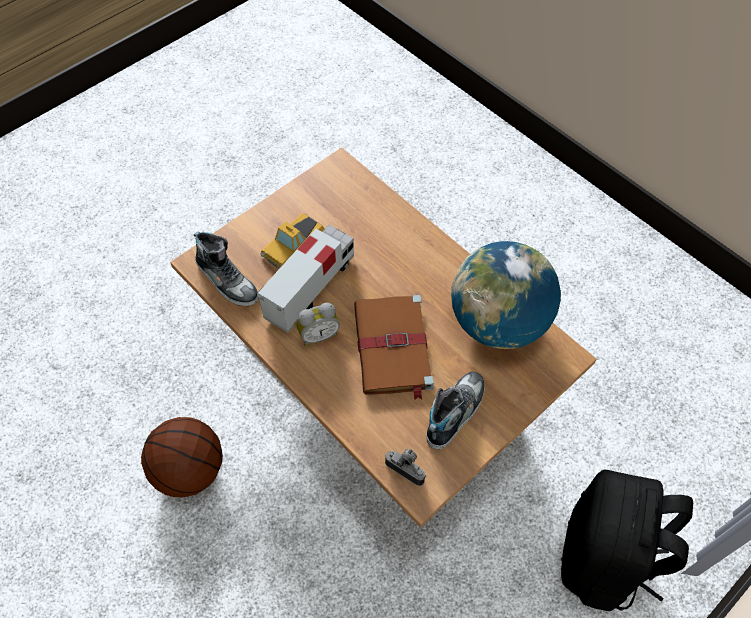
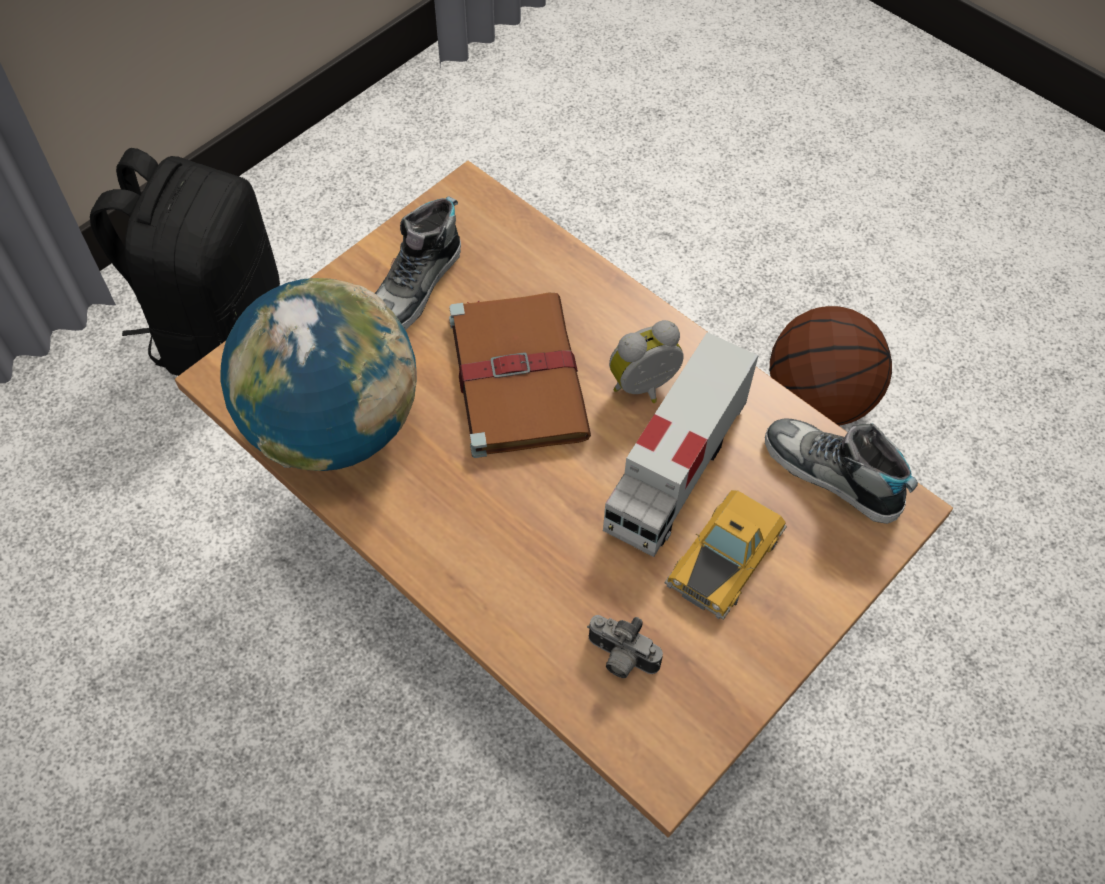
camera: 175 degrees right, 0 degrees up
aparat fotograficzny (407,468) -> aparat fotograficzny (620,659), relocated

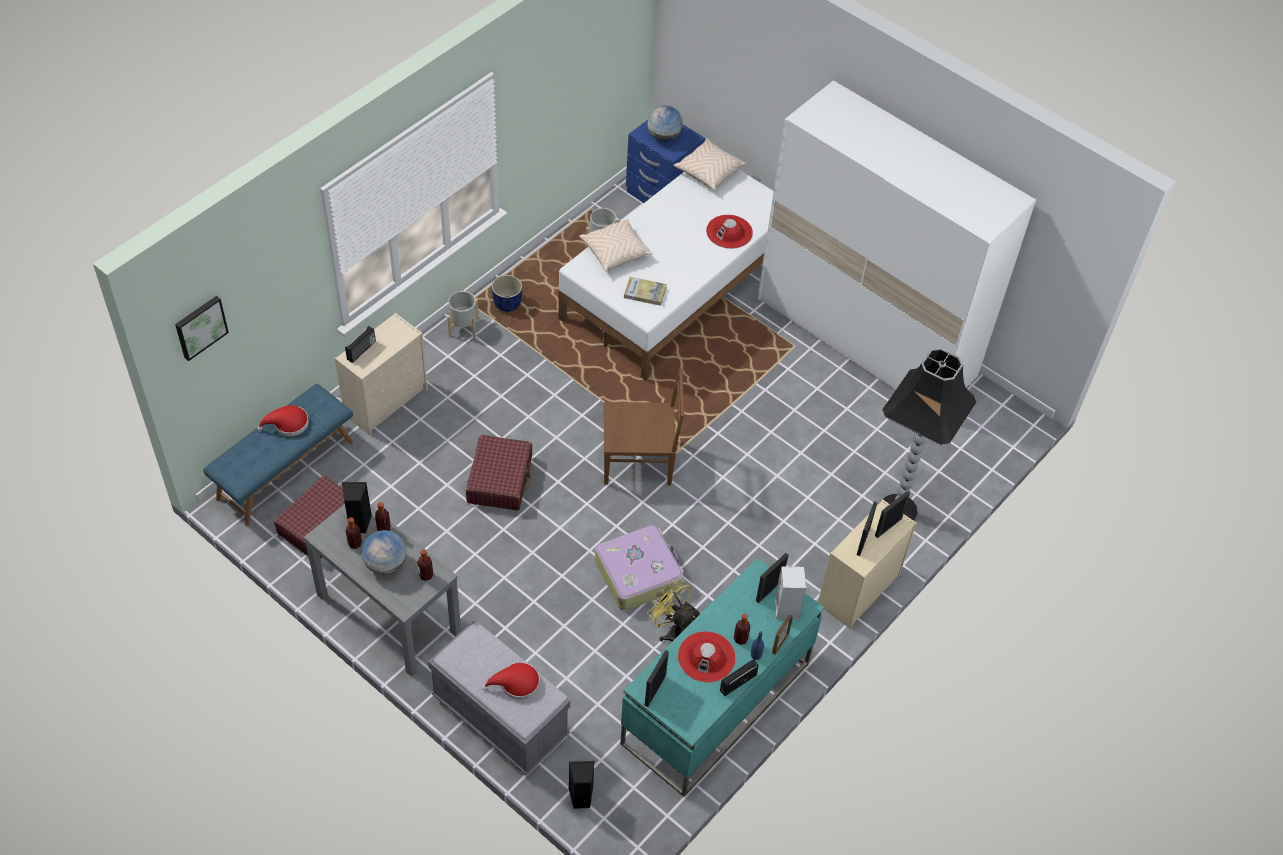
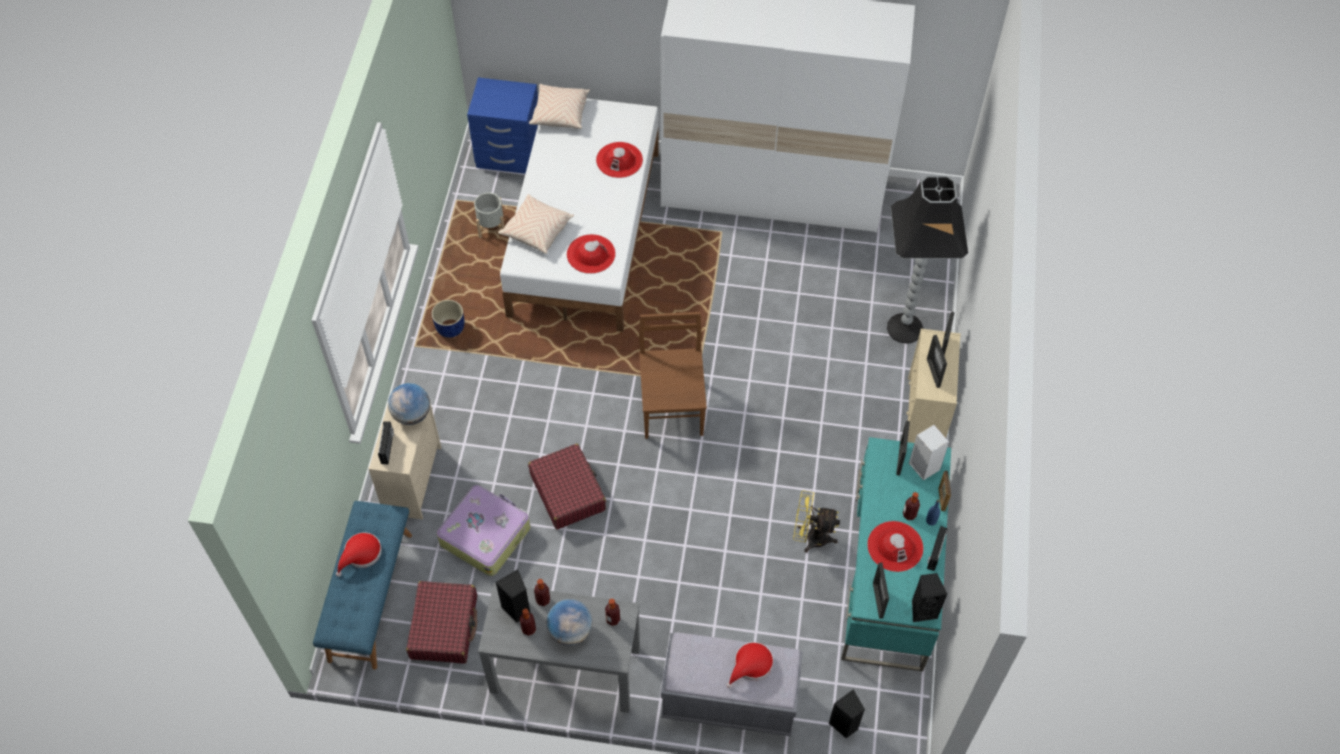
camera: 30 degrees left, 5 degrees up
globus (664,137) -> globus (412,414), relocated
walizka (638,573) -> walizka (485,534), relocated
książka (645,292) -> kapelusz [czerwony] (591,254)
krzesło [brązowy] (639,461) -> krzesło [brązowy] (672,406), 60 degrees counterclockwise
none -> głośnik [czarny] (923,610)
obraz (200,326) -> none
donica [szary] (463,327) -> none

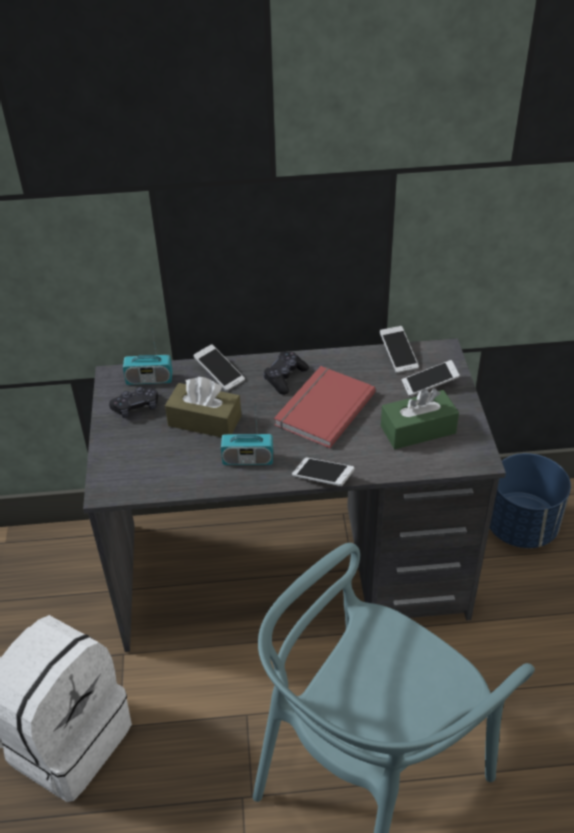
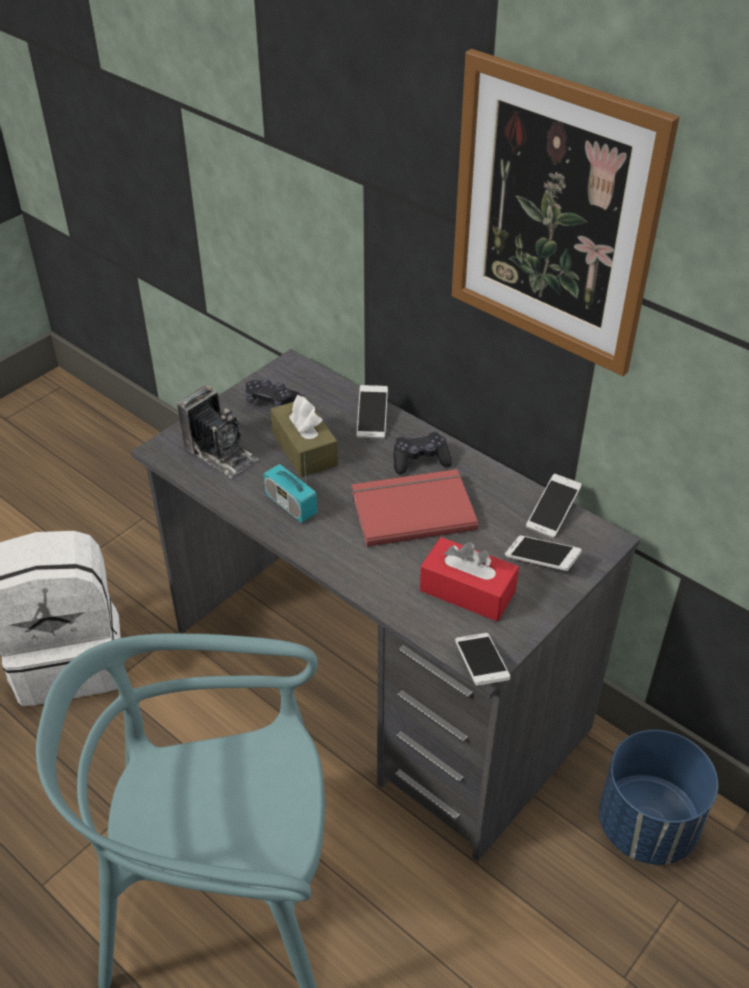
camera: 45 degrees right, 0 degrees up
none -> aparat fotograficzny (220,453)
pudełko chusteczek [zielony] (418,430) -> pudełko chusteczek [czerwony] (467,591)
none -> obraz (553,216)
telefon (323,478) -> telefon (481,666), relocated
radio (149,379) -> none

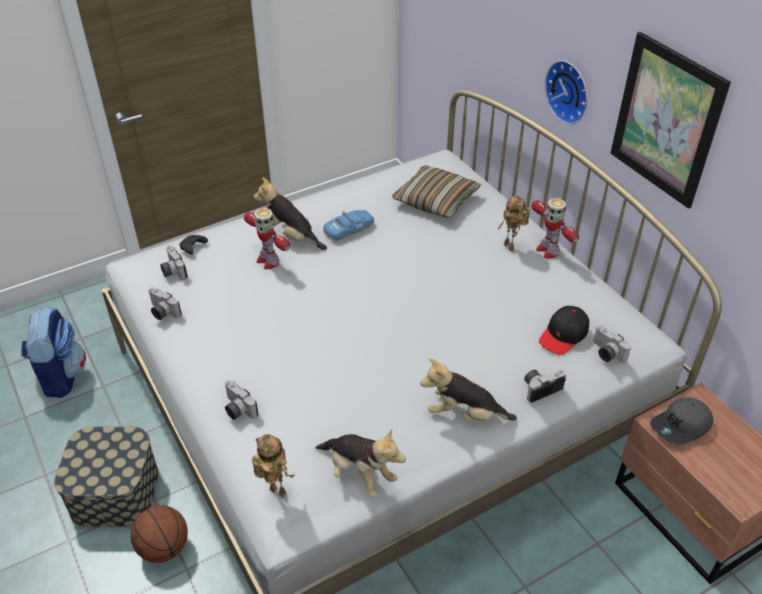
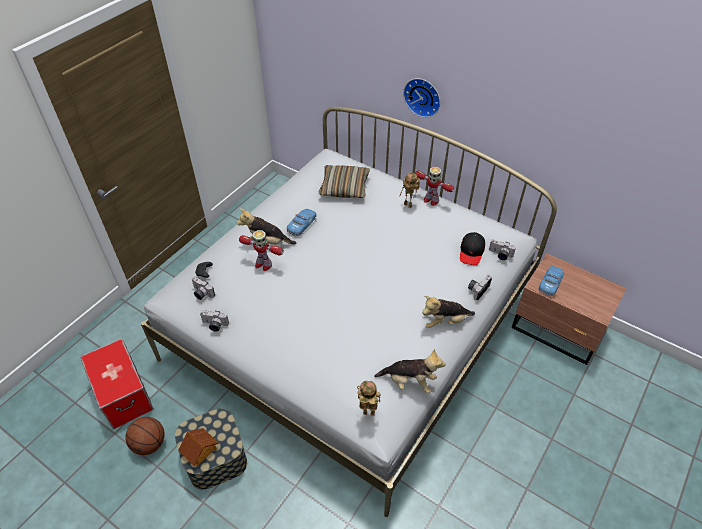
camera: 25 degrees left, 5 degrees up
plecak (61,376) -> pojemnik do przechowywania (123,394)
piłka do koszykówki (164,548) -> piłka do koszykówki (150,444), relocated
none -> domek (200,450)
czapka z daszkiem [szary] (681,426) -> samochodzik (550,283)
aparat fotograficzny (237,409) -> none
obraz (666,120) -> none

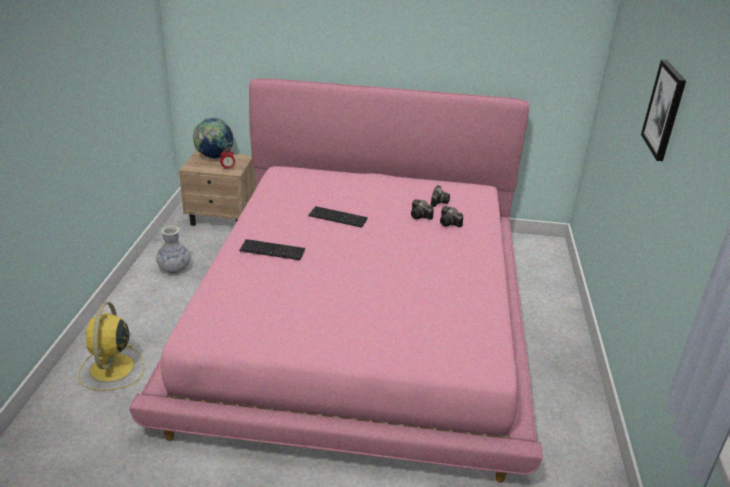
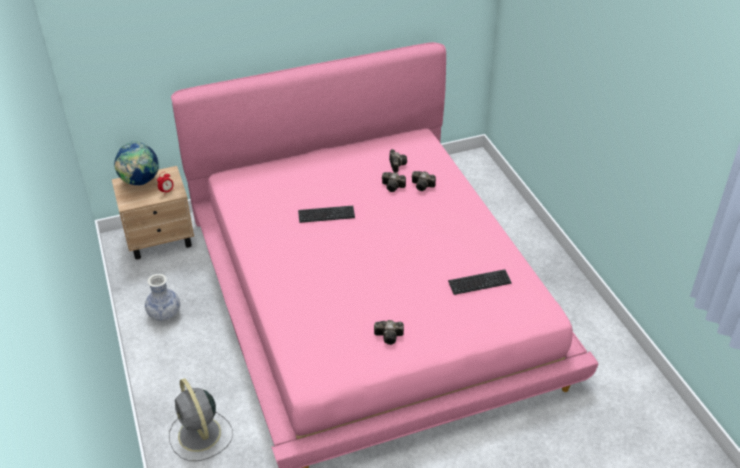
camera: 25 degrees left, 10 degrees up
wentylator [żółty] (111,369) -> wentylator [szary] (200,435)
none -> aparat fotograficzny (390,336)
klawiatura (272,251) -> klawiatura (479,283), relocated
obraz (664,109) -> none

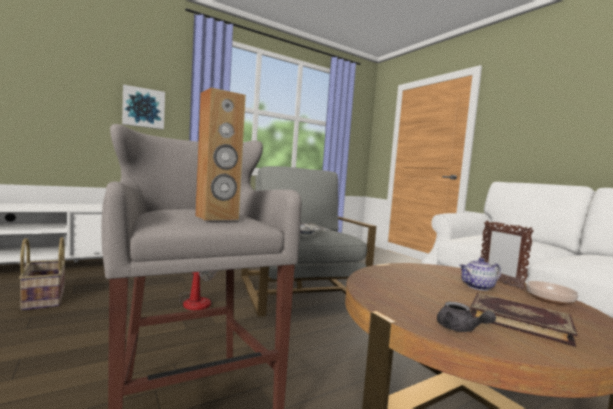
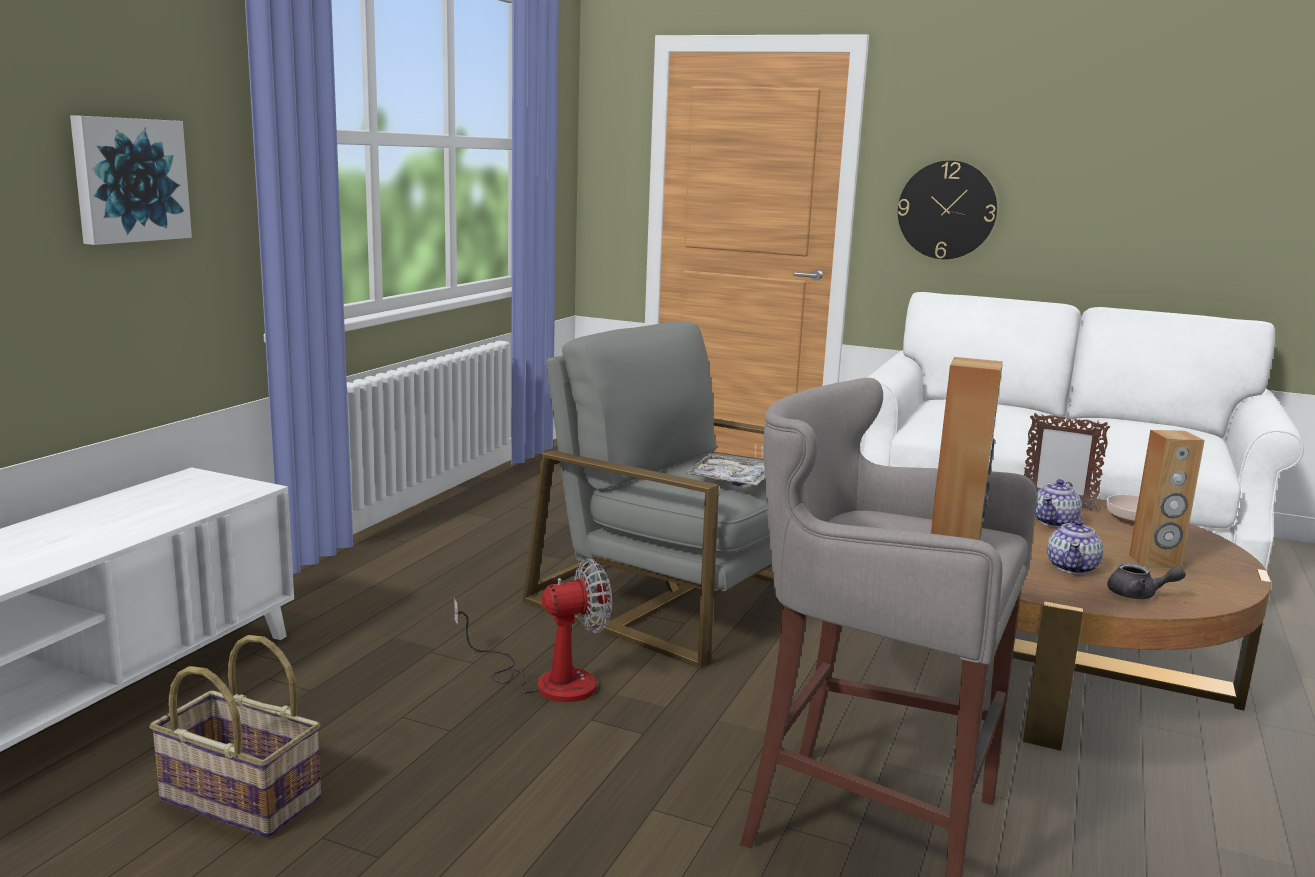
camera: 35 degrees left, 10 degrees up
none -> zegar ścienny (947,210)
none -> imbryk (1072,567)
książka (519,320) -> głośnik [brązowy] (1155,562)

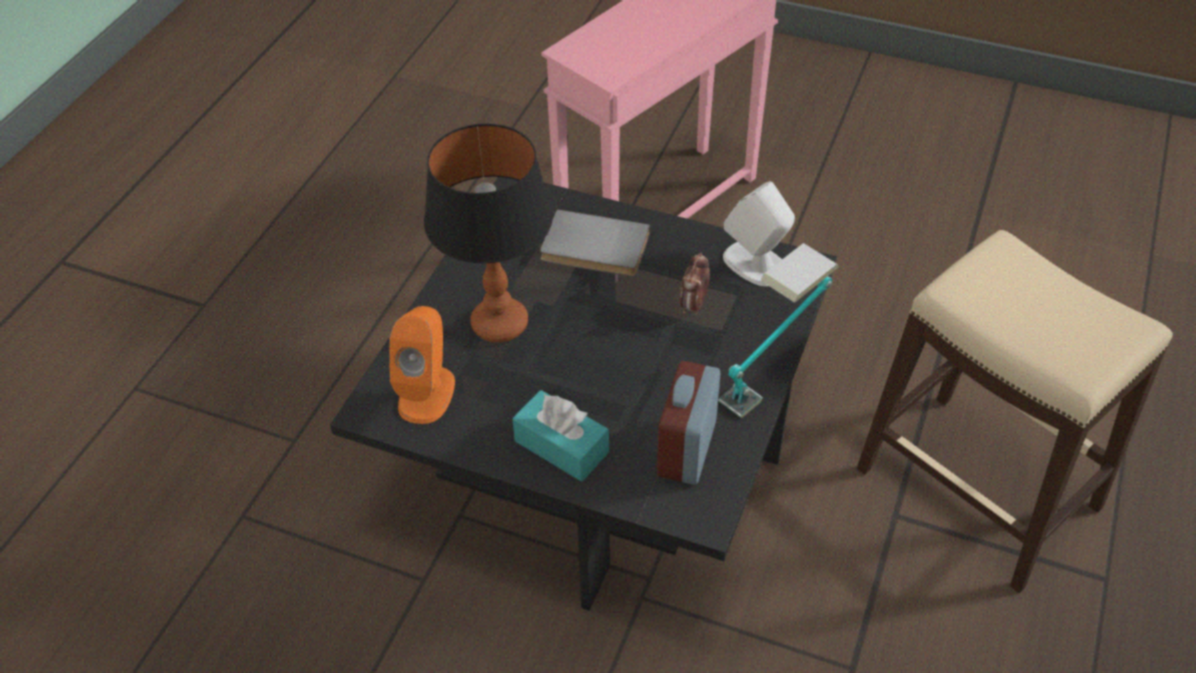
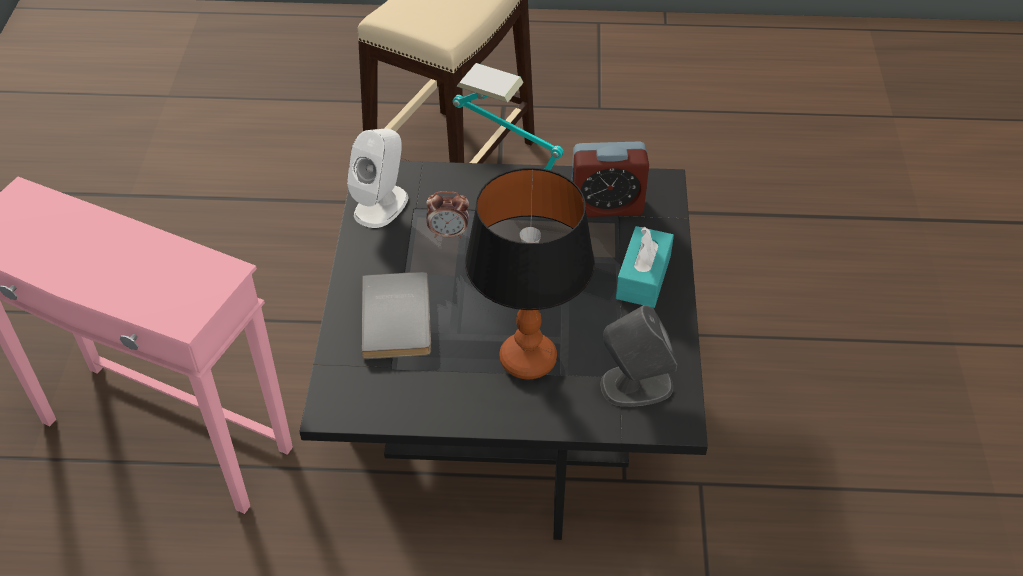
camera: 110 degrees left, 0 degrees up
głośnik [pomarańczowy] (426,393) -> głośnik [szary] (635,385)

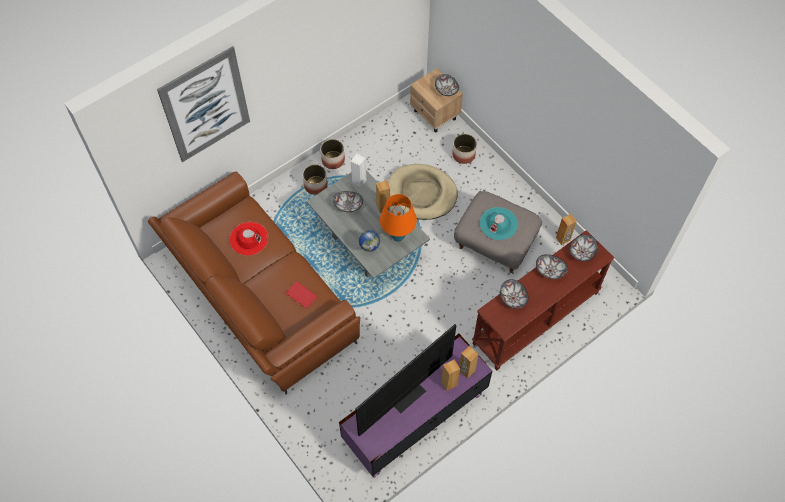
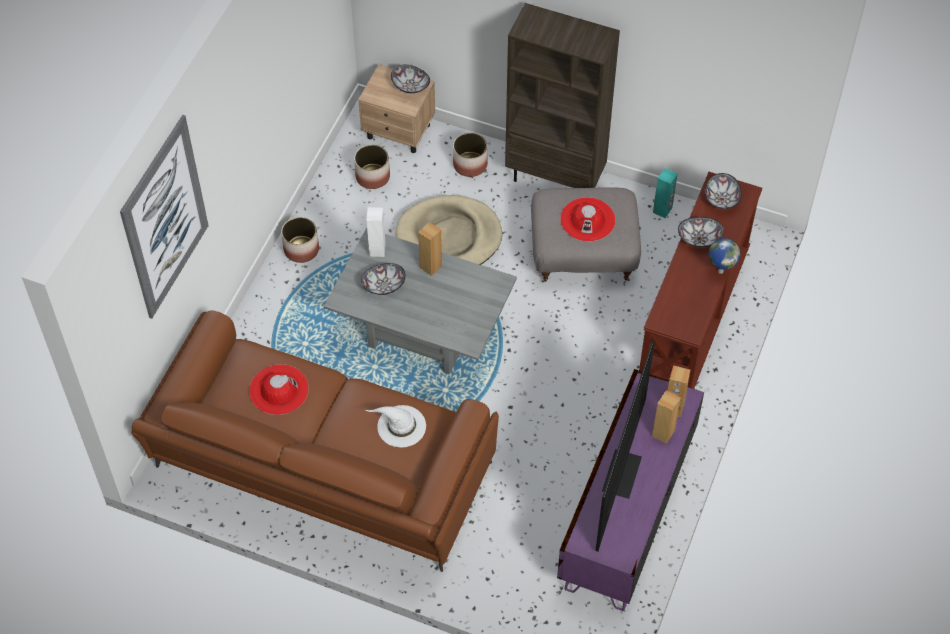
camera: 30 degrees left, 5 degrees down
donica (316,185) -> donica (372,176), relocated
książka [czerwony] (301,296) -> kapelusz [biały] (400,426)
none -> regał [brązowy] (556,178)
kapelusz [turkusowy] (498,223) -> kapelusz [czerwony] (587,219)
głośnik [brązowy] (563,239) -> głośnik [turkusowy] (662,210)
globus (370,250) -> globus (720,271), relocated
lampa stołowa [pomarańczowy] (398,236) -> none
miska (513,298) -> none

